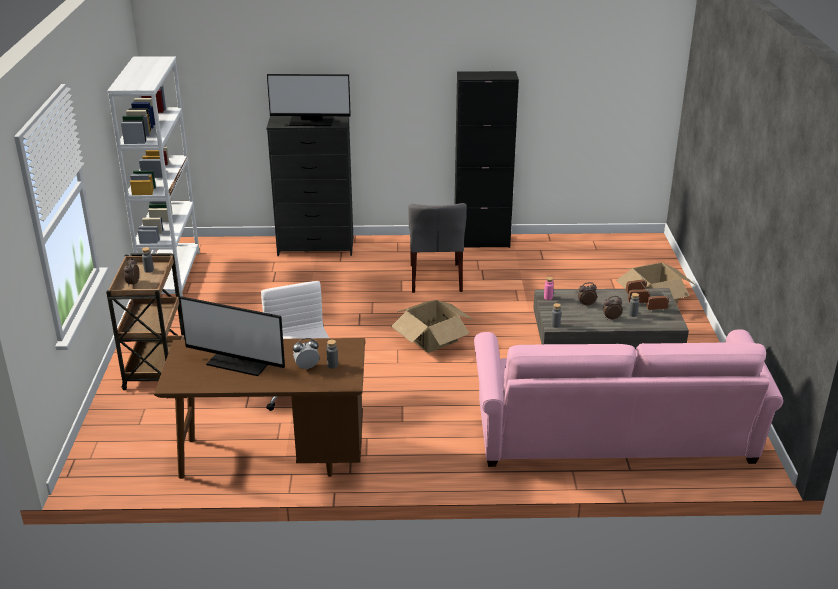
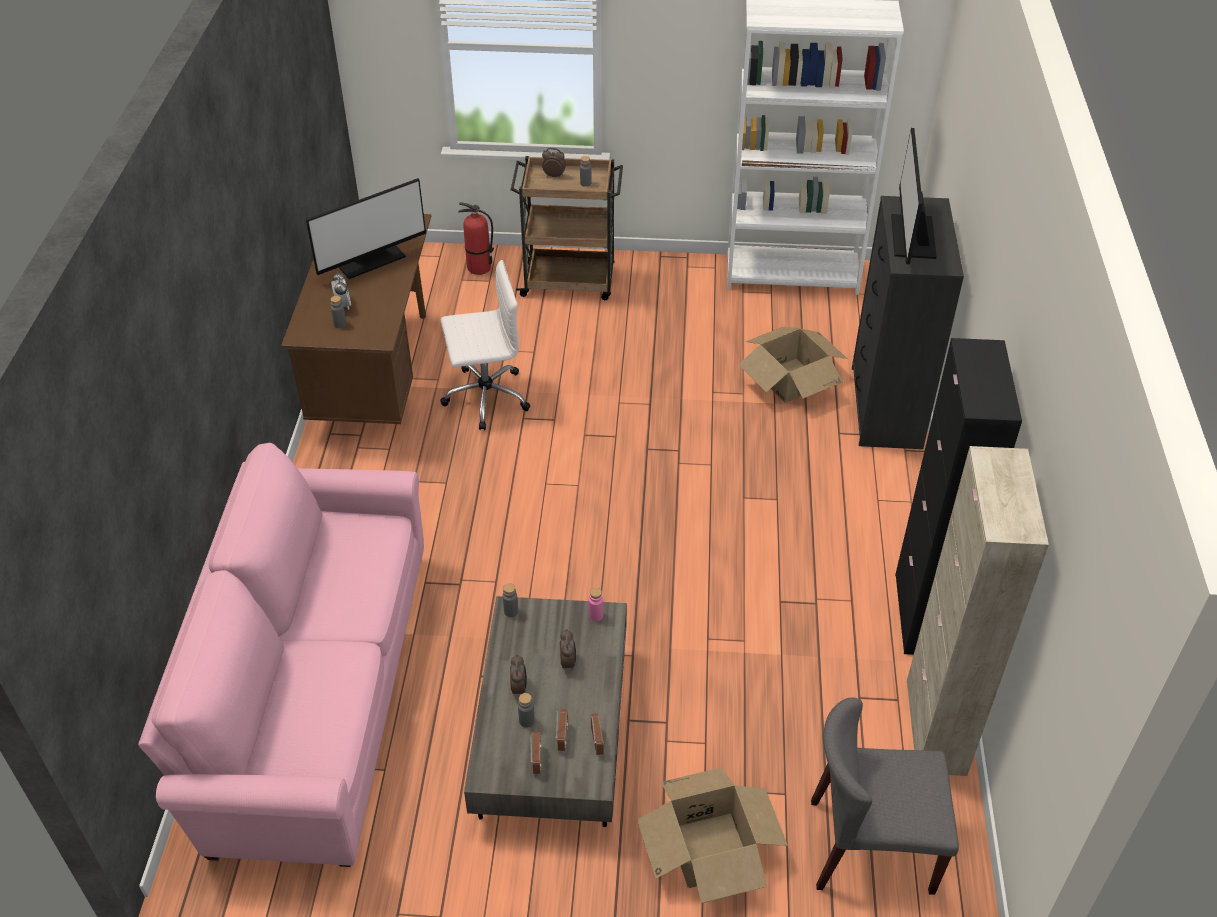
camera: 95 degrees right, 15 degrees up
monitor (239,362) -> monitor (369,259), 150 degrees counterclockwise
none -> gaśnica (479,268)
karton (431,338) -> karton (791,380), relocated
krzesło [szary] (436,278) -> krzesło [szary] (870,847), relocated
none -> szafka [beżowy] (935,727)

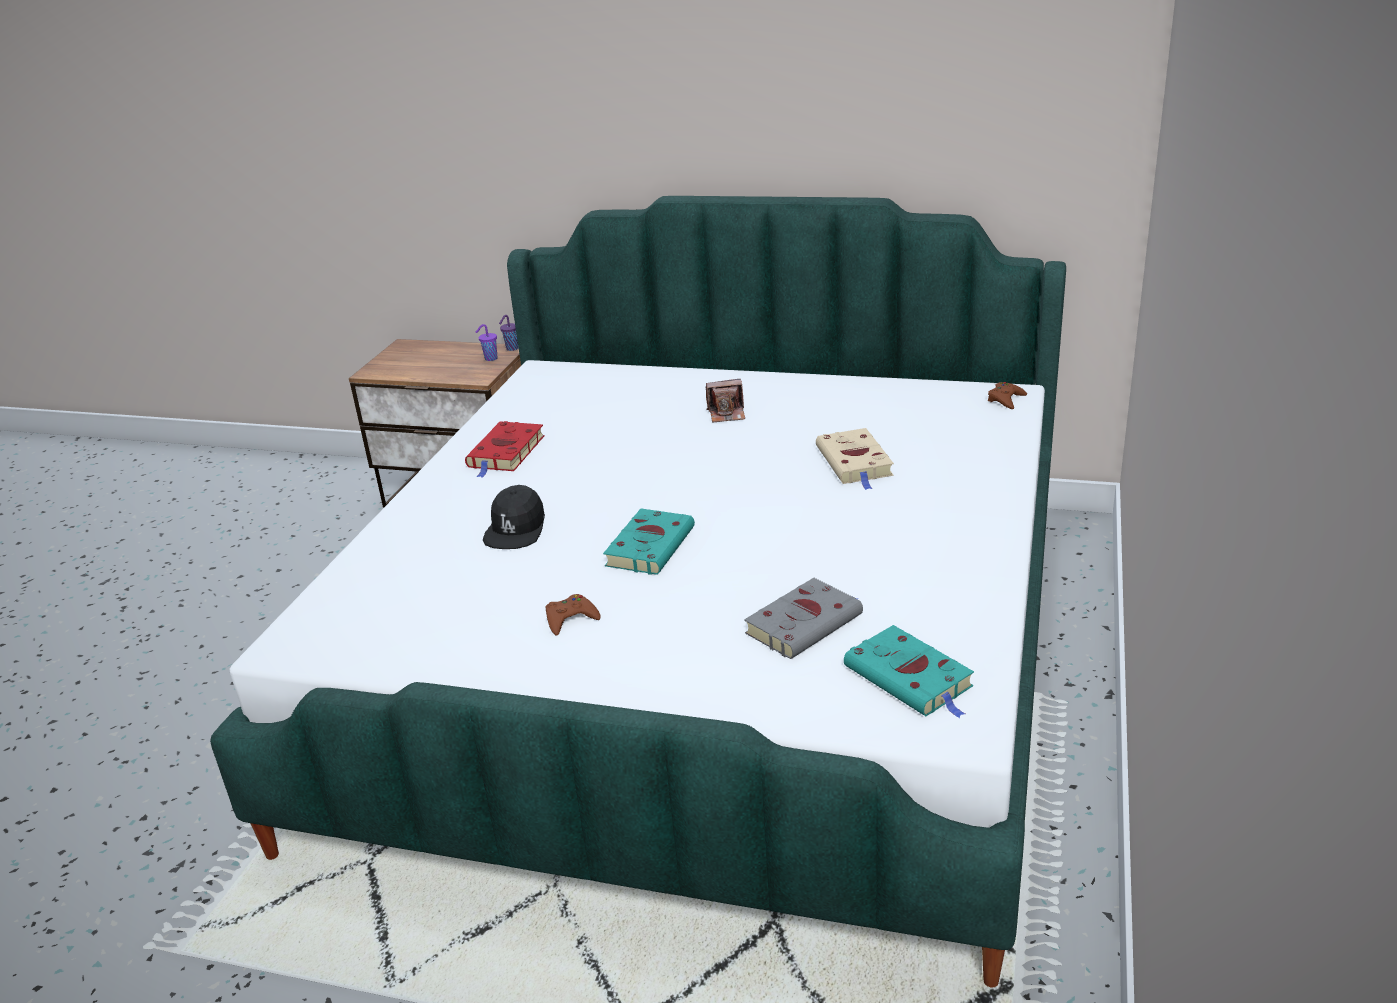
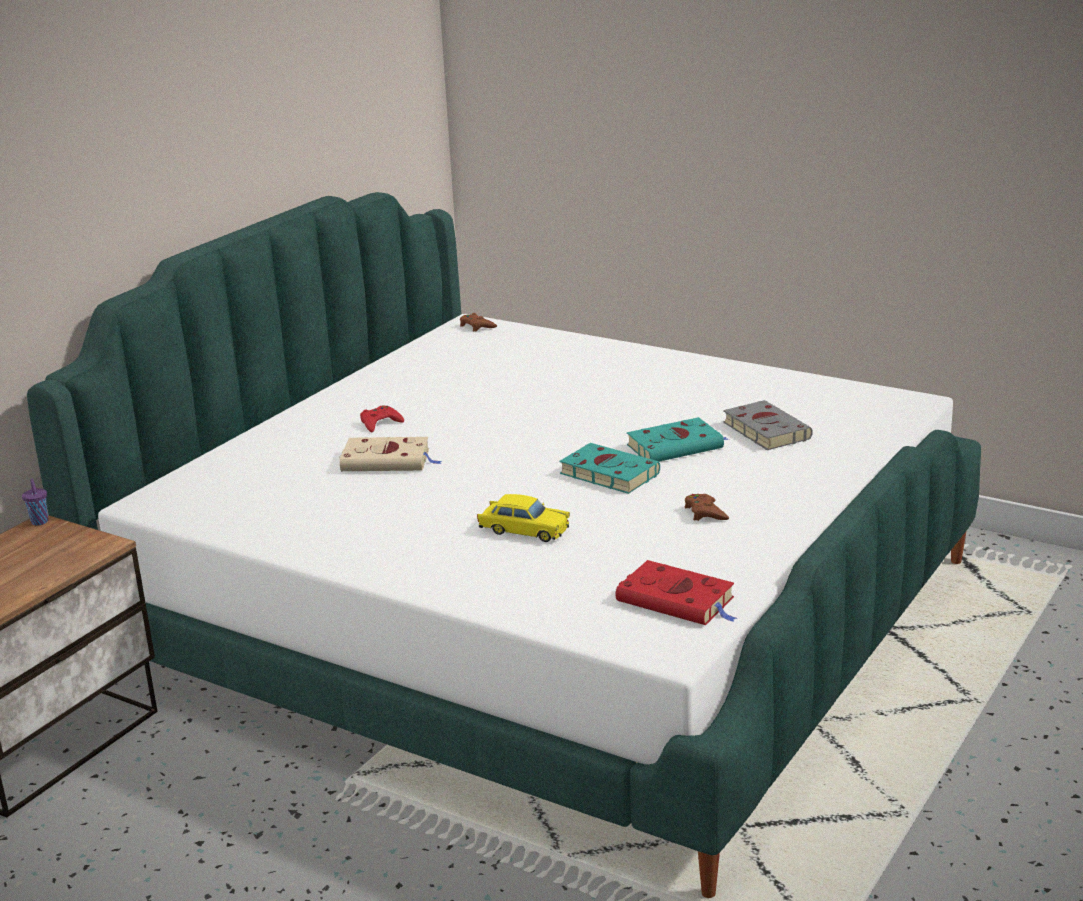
camera: 75 degrees left, 5 degrees down
książka [beżowy] (855,463) -> książka [beżowy] (388,461), relocated
aparat fotograficzny (727,414) -> pad do gier [czerwony] (380,423)
czapka z daszkiem [czarny] (516,529) -> samochodzik [żółty] (524,530)
książka [czerwony] (506,453) -> książka [czerwony] (678,600), relocated
książka [turkusowy] (911,679) -> książka [turkusowy] (677,446), relocated
filiżanka [fioletowy] (490,359) -> none

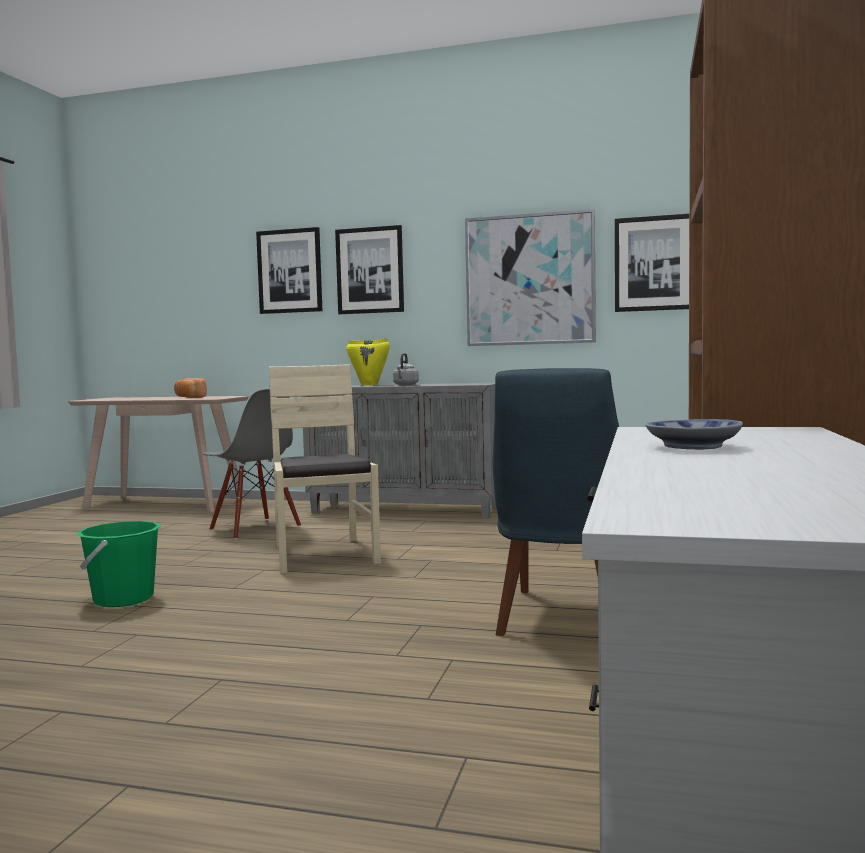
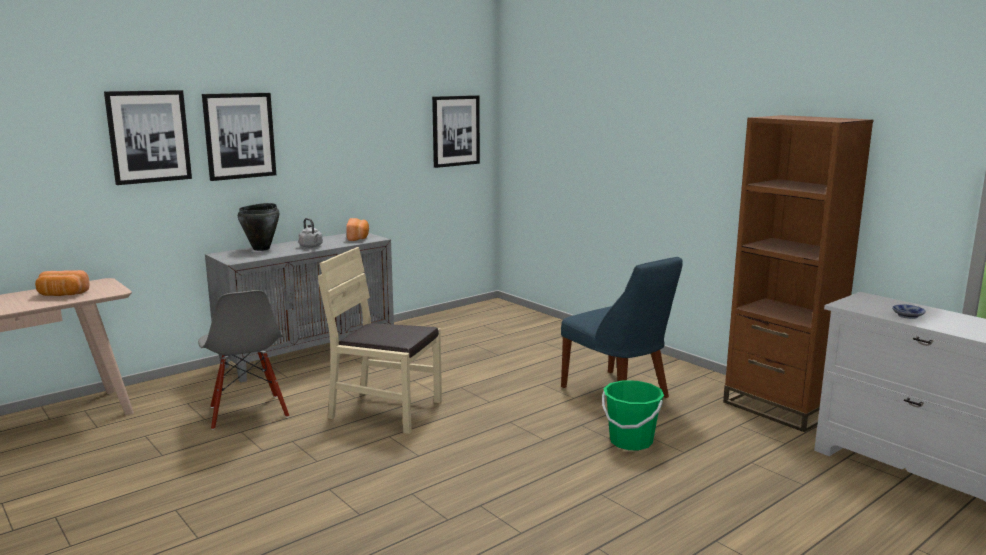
camera: 55 degrees left, 10 degrees up
krzesło [szary] (254,528) -> krzesło [szary] (248,412), 75 degrees clockwise
garnek [żółty] (369,384) -> garnek [czarny] (262,249)
none -> chleb (358,238)
wiadro [zielony] (123,599) -> wiadro [zielony] (630,441), relocated
obraz (530,280) -> none

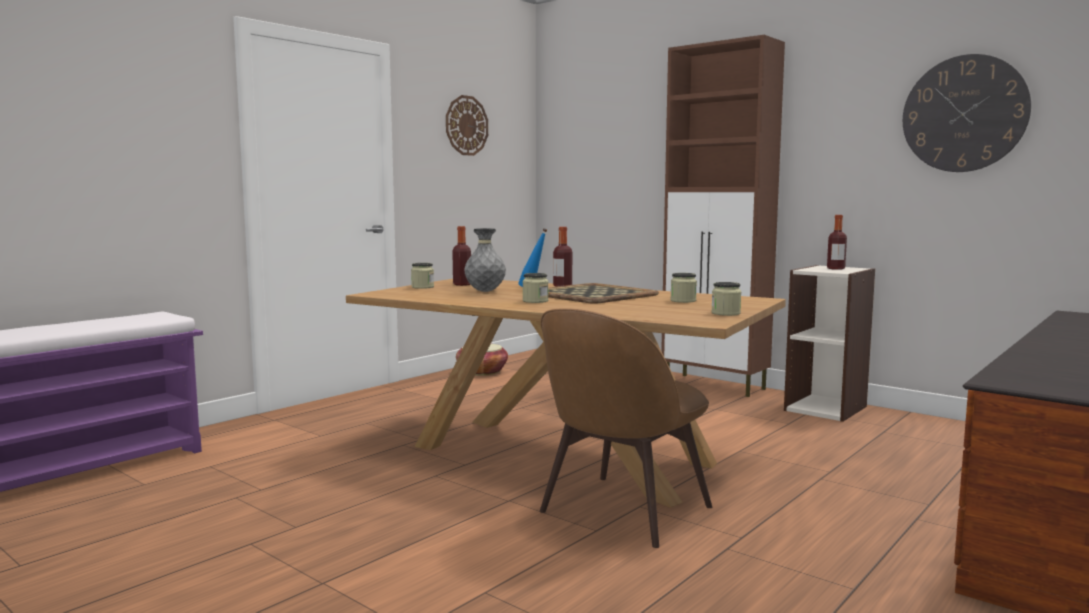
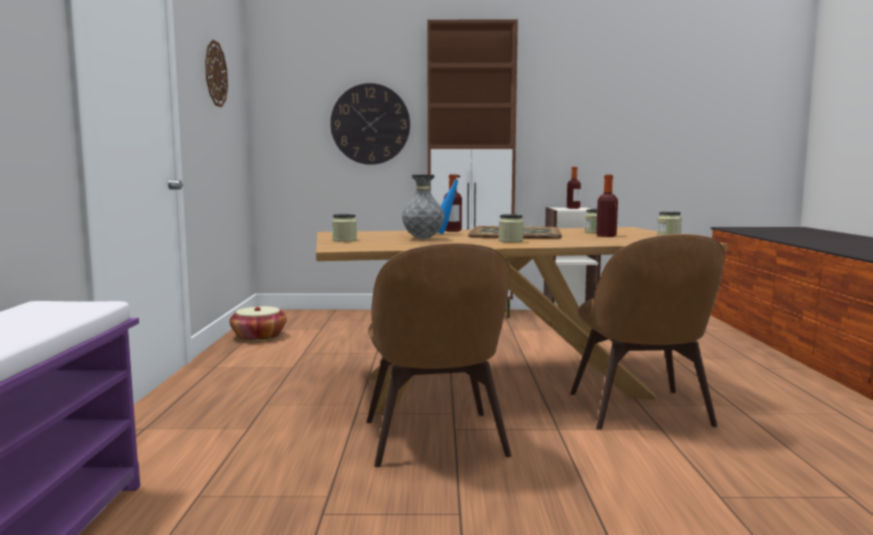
camera: 40 degrees left, 0 degrees up
zegar ścienny (964,114) -> zegar ścienny (370,124), relocated
none -> krzesło [brązowy] (435,441)
butelka (462,284) -> butelka (606,236), relocated

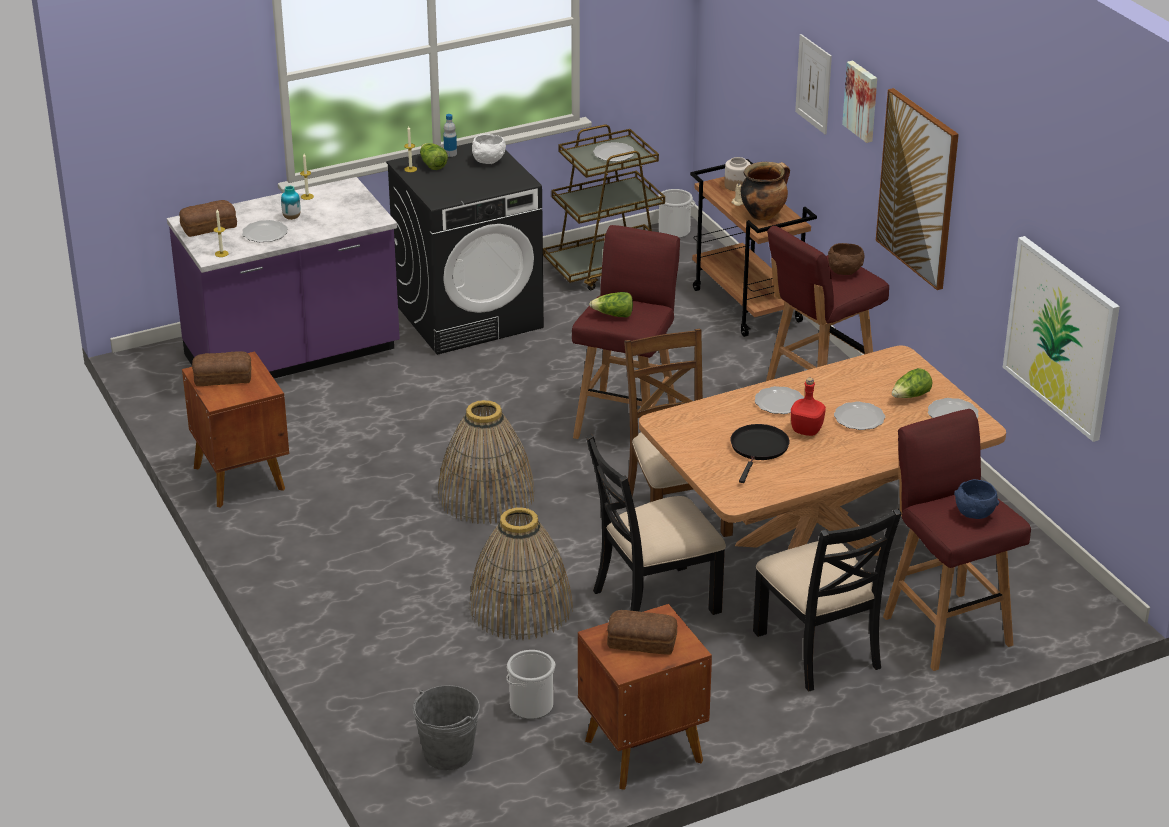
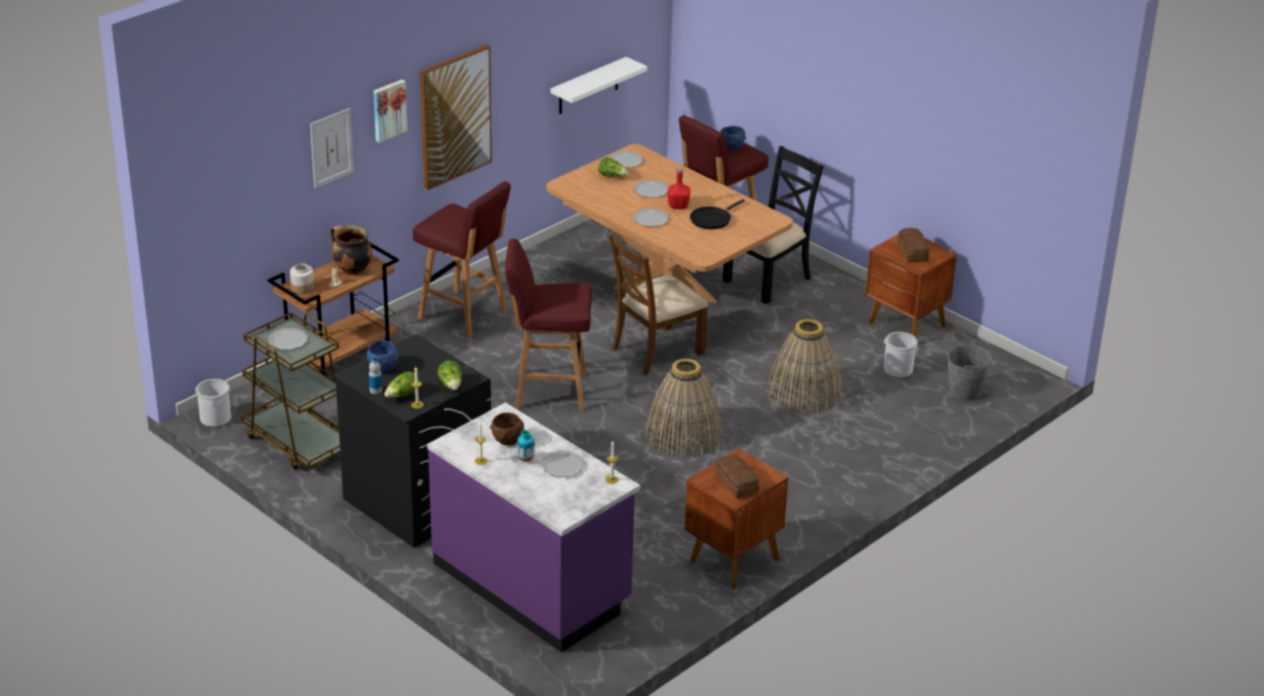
camera: 110 degrees left, 0 degrees up
miska [biały] (488,161) -> miska [niebieski] (383,367)
sałata (613,315) -> sałata (451,385), relocated
miska [brązowy] (844,272) -> miska [brązowy] (507,440), relocated
obraz (1061,337) -> półka [biały] (588,86)
patelnia [czarny] (758,449) -> patelnia [czarny] (712,219), 45 degrees counterclockwise
chleb (207,226) -> none
krzesło [czarny] (654,600) -> none

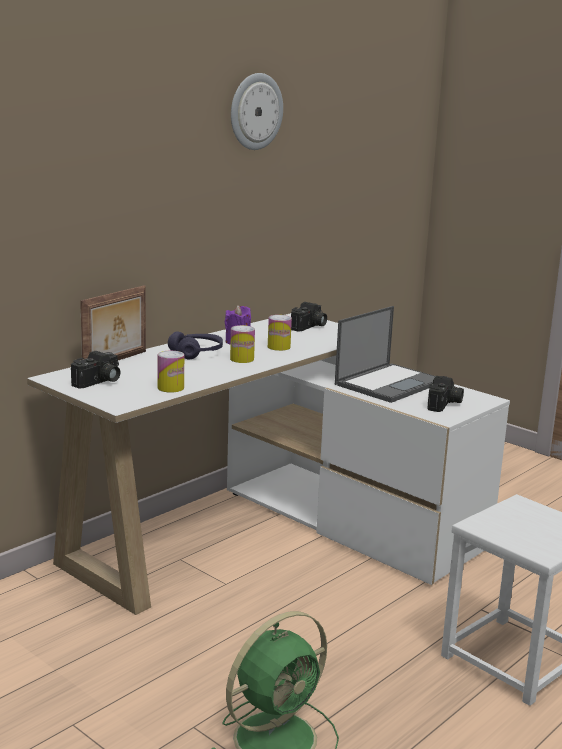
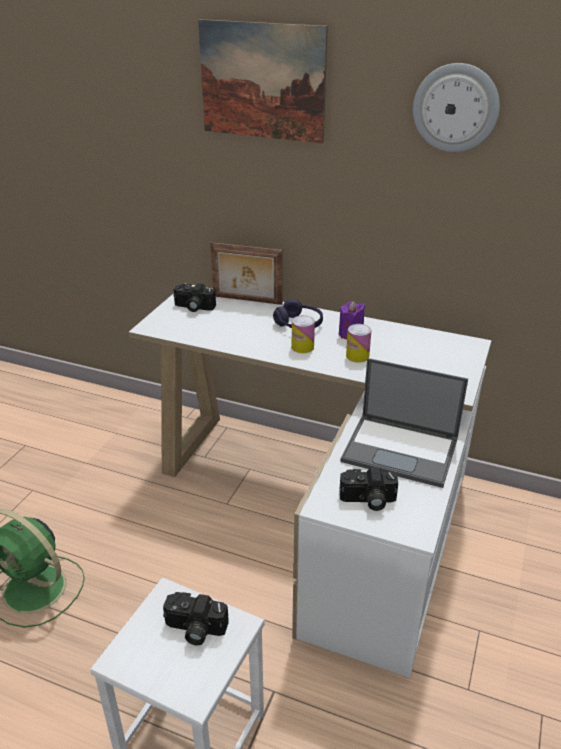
camera: 70 degrees right, 15 degrees up
aparat fotograficzny (309,327) -> aparat fotograficzny (194,629), relocated
none -> obraz (262,81)
puszka (170,388) -> none

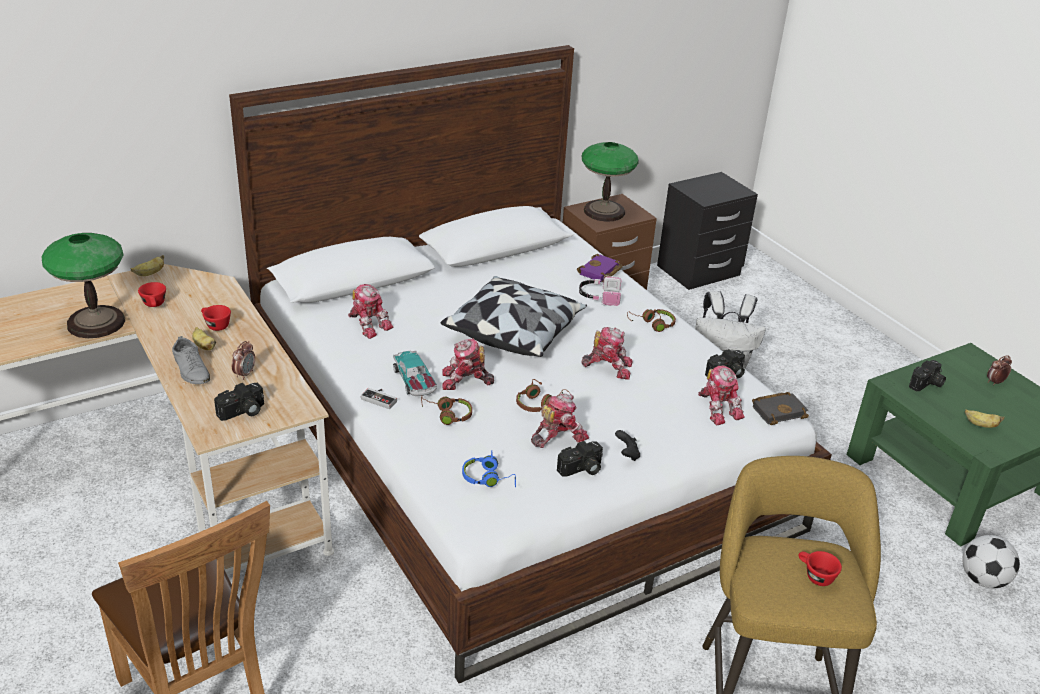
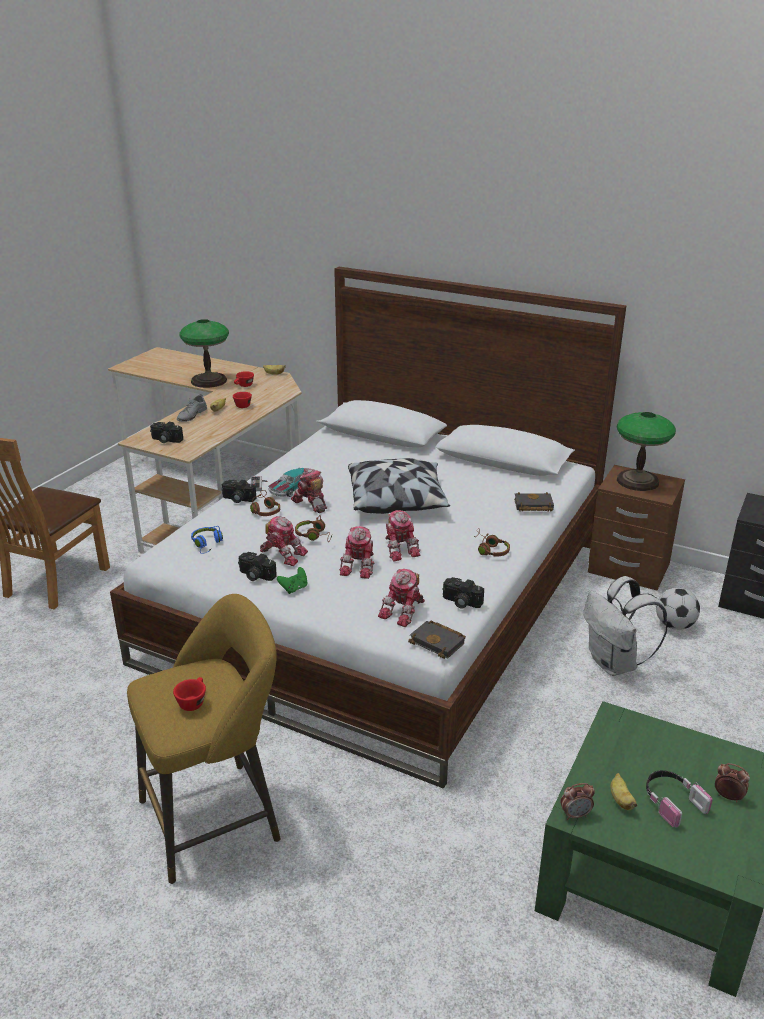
camera: 60 degrees right, 5 degrees down
aparat fotograficzny (927,384) -> aparat fotograficzny (237,499), relocated
pad do gier [czarny] (627,454) -> pad do gier [zielony] (294,588)
robot zabawkowy (368,324) -> robot zabawkowy (360,566), relocated
książka [fioletowy] (600,272) -> książka [czarny] (532,506)
budzik (245,374) -> budzik (575,815), relocated
słuchawki (599,296) -> słuchawki (672,802), relocated
piłka futbolowa (983,580) -> piłka futbolowa (674,625), relocated

